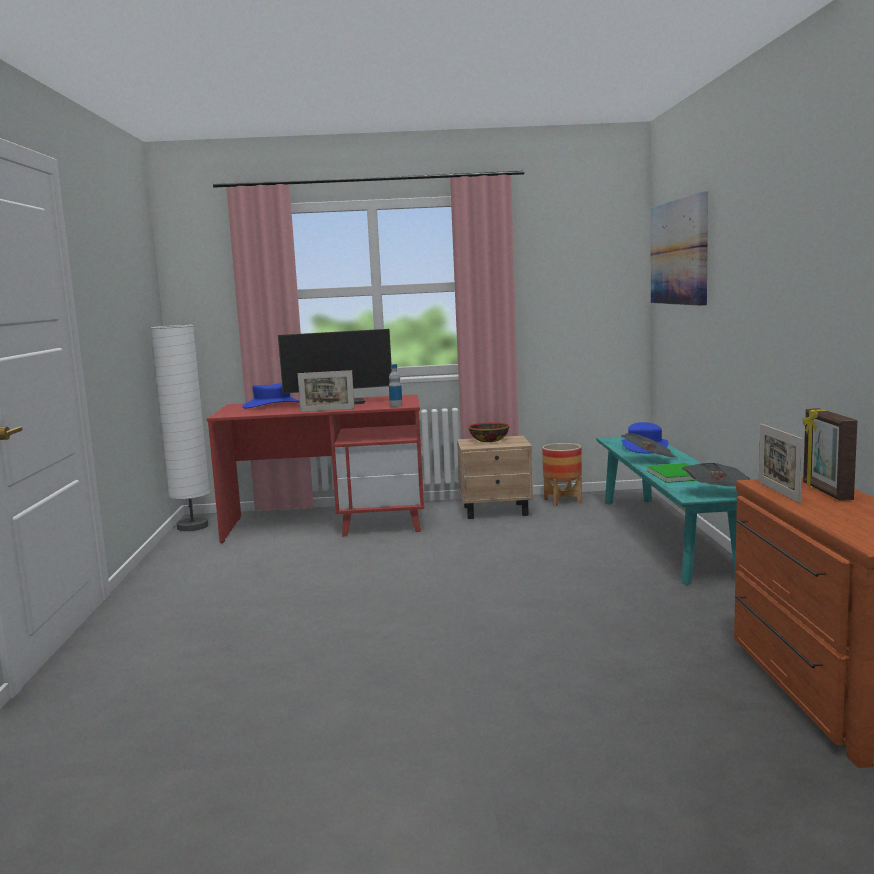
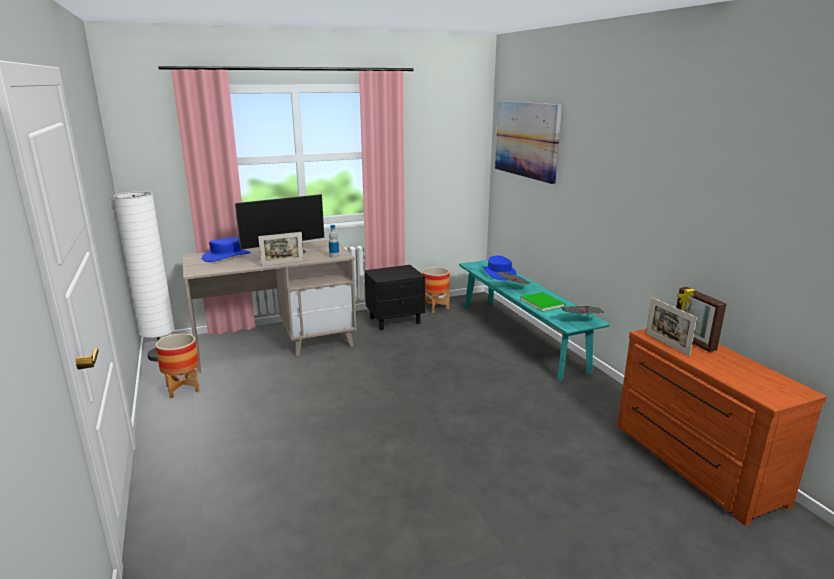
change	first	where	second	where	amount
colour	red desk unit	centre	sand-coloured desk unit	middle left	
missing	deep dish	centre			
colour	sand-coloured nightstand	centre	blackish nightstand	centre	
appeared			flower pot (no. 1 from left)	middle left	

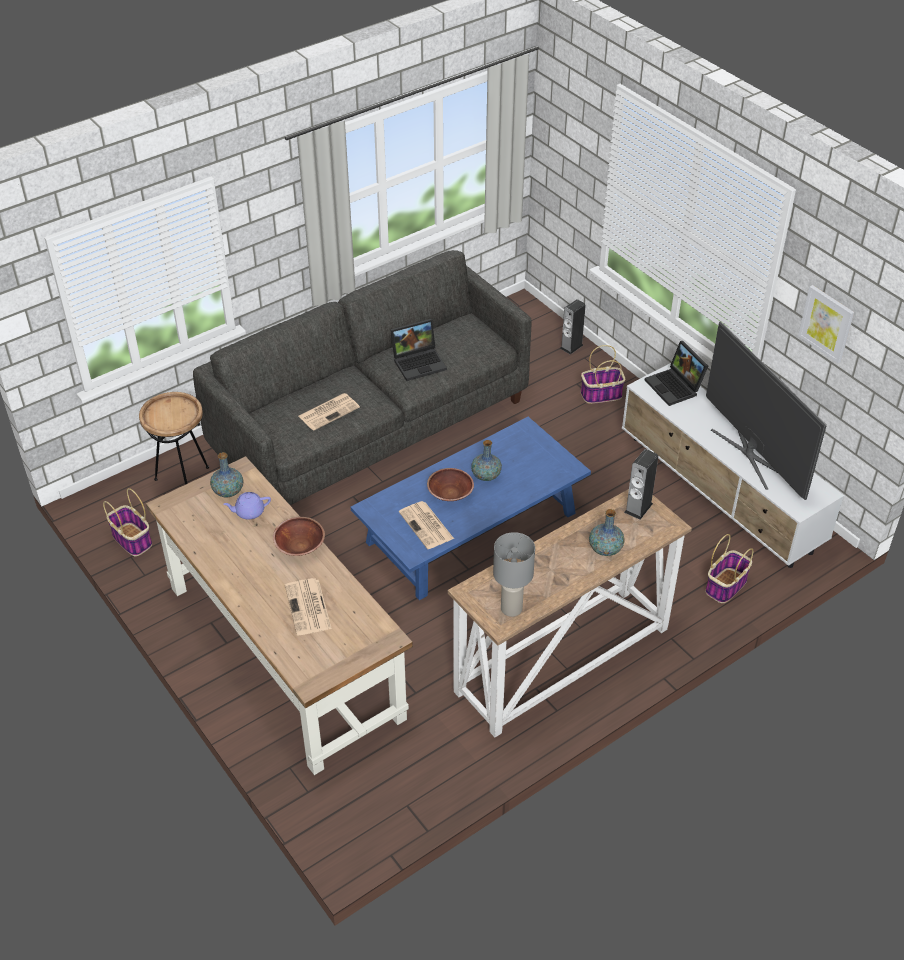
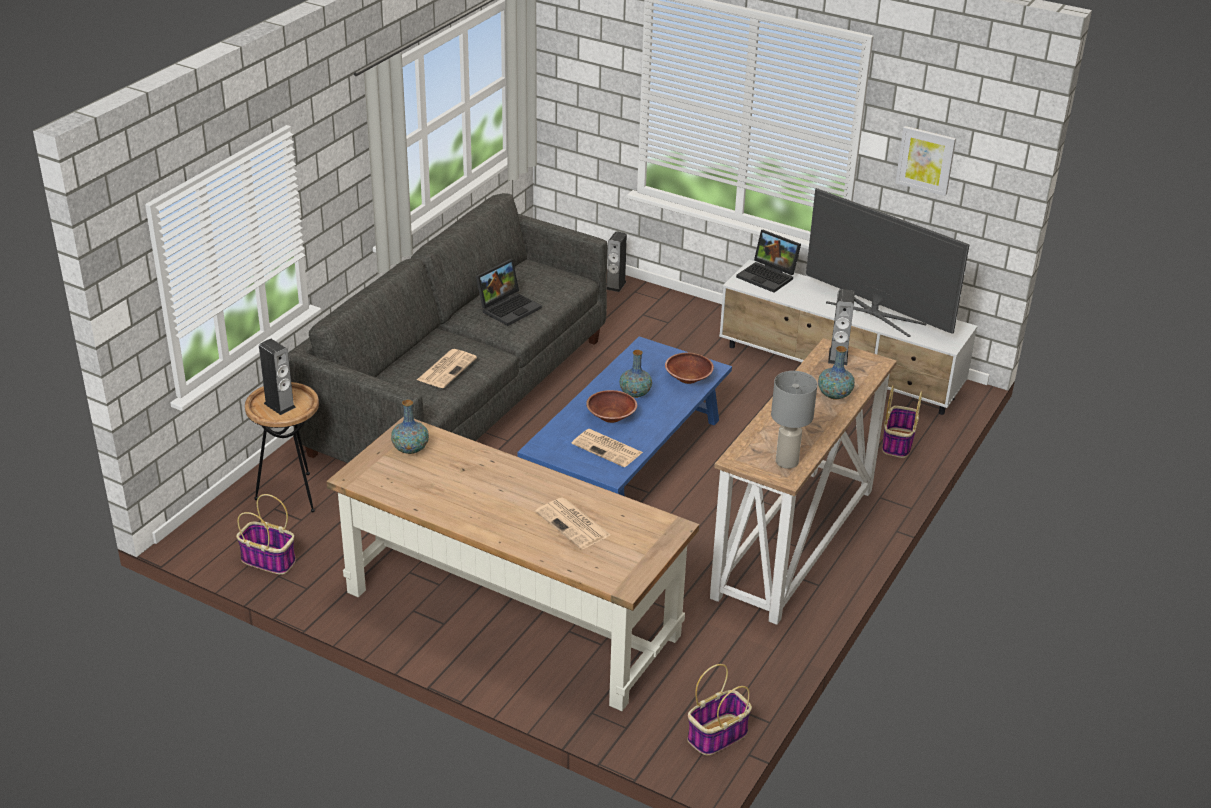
change	first	where	second	where	amount
relocated	household basket (no. 2 from left)	centre		bottom centre	
missing	purple tea pot	middle left			
relocated	brownish deep dish (no. 1 from left in the first image)	middle left	brownish deep dish (no. 2 from left)	centre	
appeared			loudspeaker (no. 1 from left)	middle left	

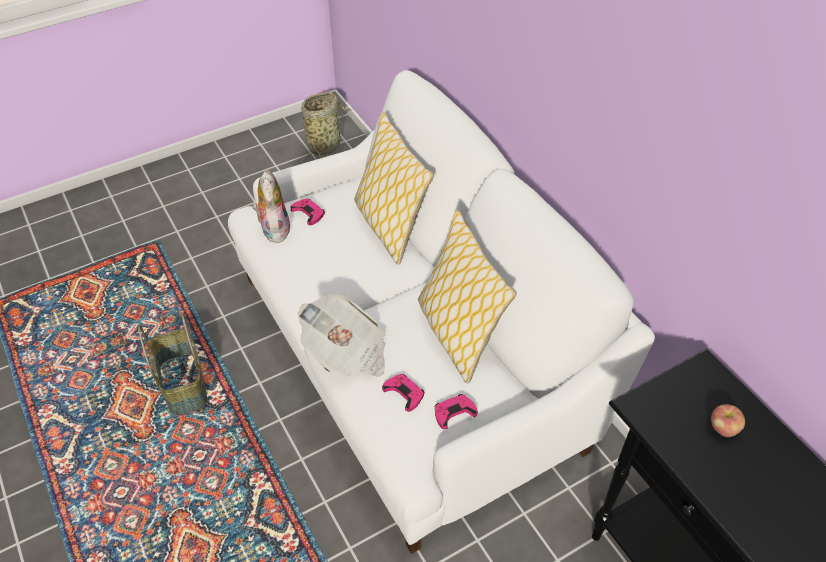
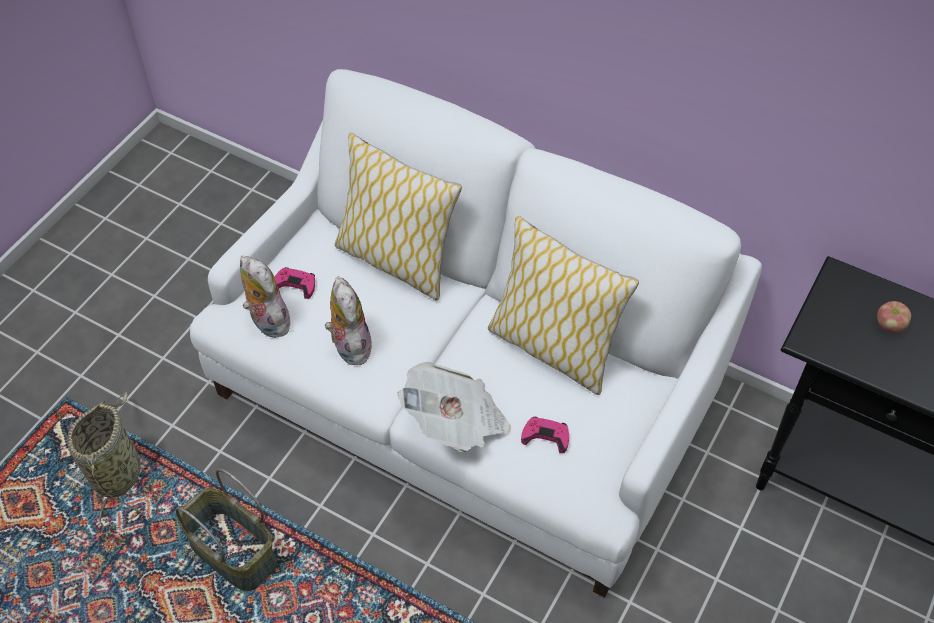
change	first	where	second	where	amount
relocated	household basket (no. 2 from left in the first image)	top centre	household basket (no. 1 from left)	bottom left	
missing	pinkish game controller (no. 3 from left)	bottom centre			
appeared			plush toy (no. 2 from left)	centre	

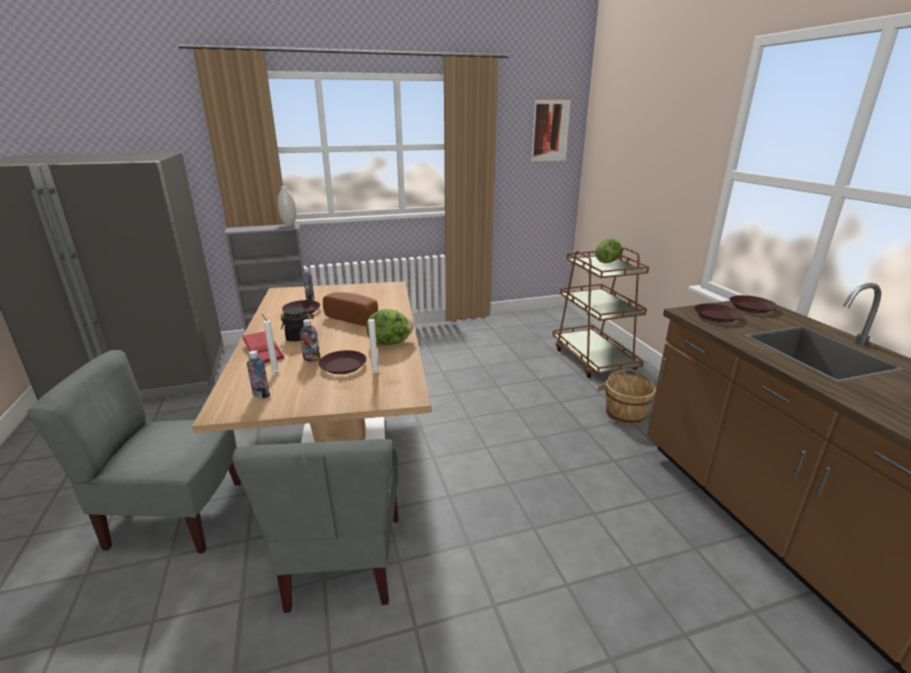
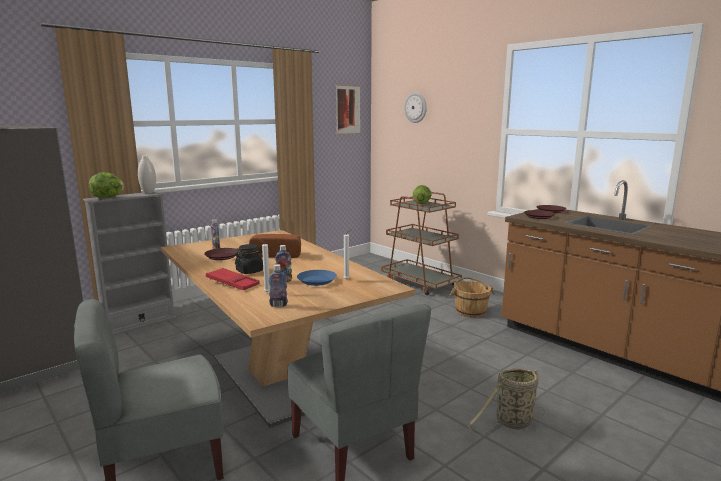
change	first	where	second	where	amount
relocated	lettuce head (no. 1 from left)	centre		middle left	
colour	brownish flat dish (no. 2 from left)	centre	blue-coloured flat dish	centre	
appeared			wall clock	top centre	
appeared			household basket	bottom right	

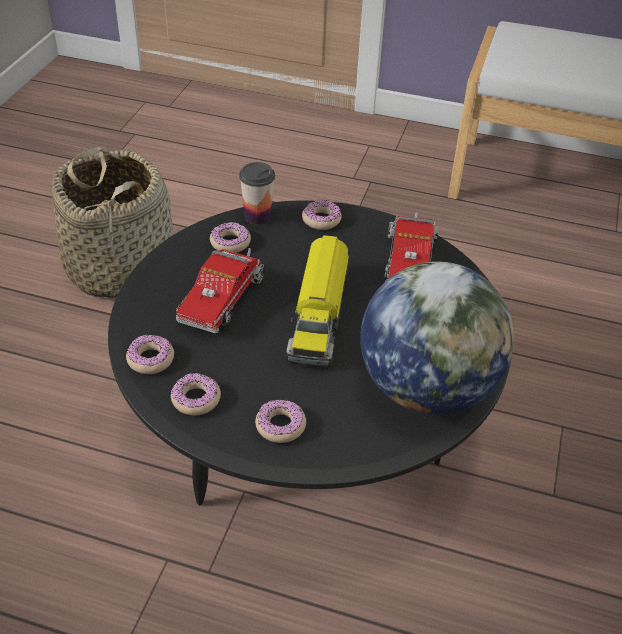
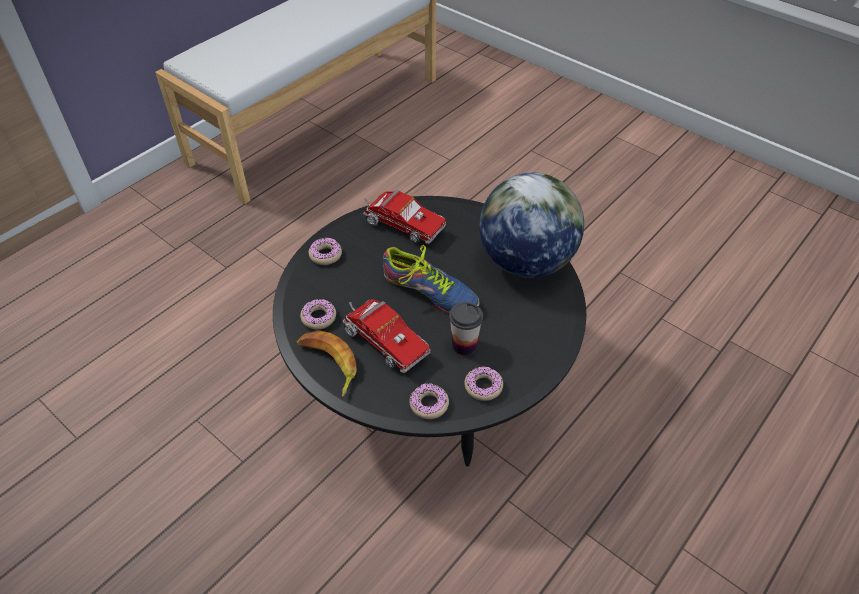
change	first	where	second	where	amount
missing	household basket	middle left			
relocated	drinking cup	top centre		centre	
exchanged	toy truck (no. 2 from left)	centre	item of footwear	centre	
missing	doughnut (no. 4 from left)	centre			
appeared			whole banana	centre	

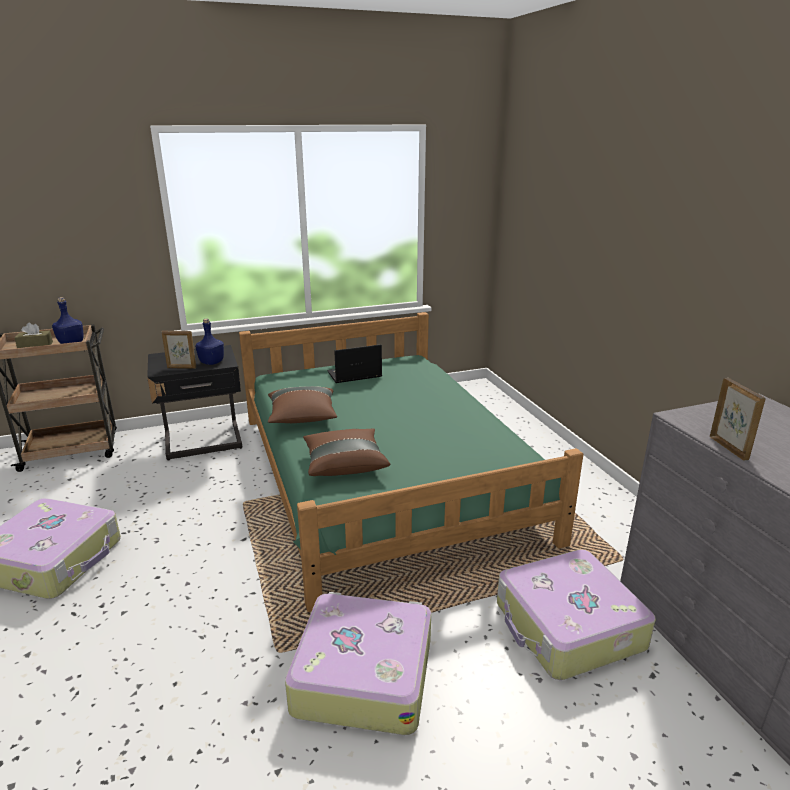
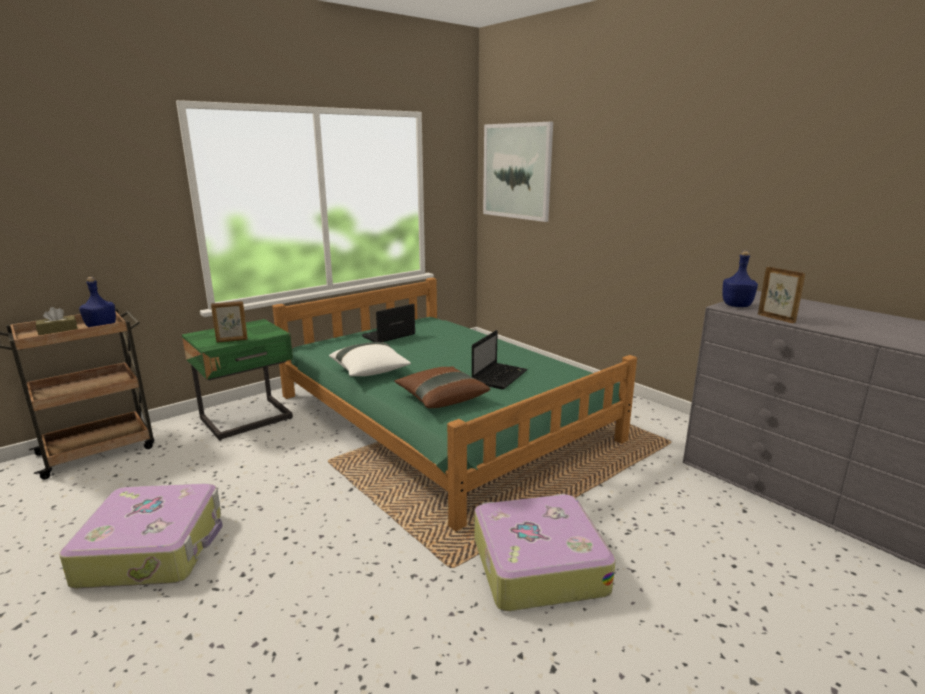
change	first	where	second	where	amount
relocated	blue-coloured bottle (no. 2 from left)	middle left		middle right	
colour	blackish nightstand	middle left	green-coloured nightstand	middle left	
colour	brownish cushion (no. 1 from left)	centre	white cushion	centre	
missing	travel case (no. 3 from left)	bottom right			
appeared			picture	top centre	
appeared			portable computer (no. 2 from left)	centre	

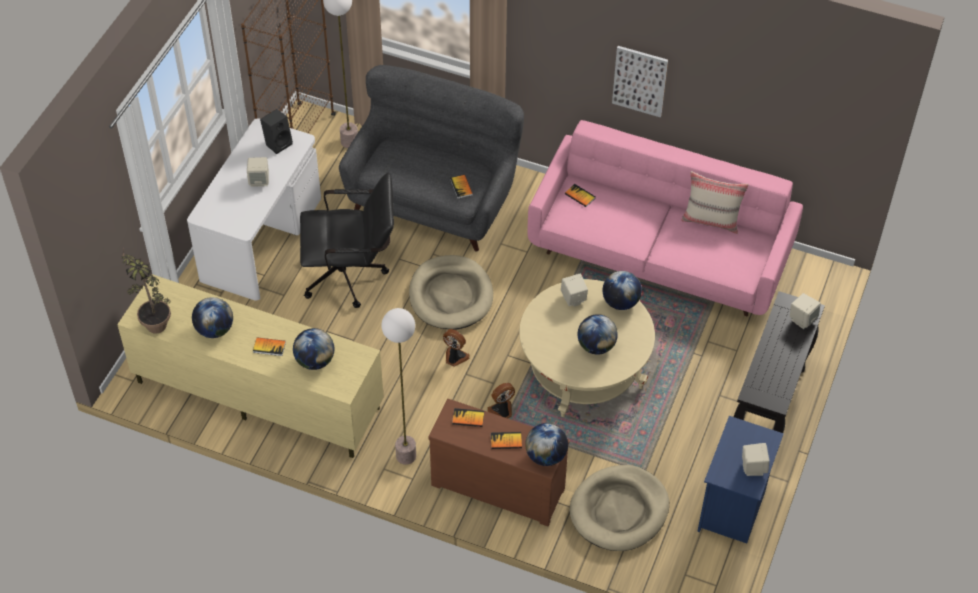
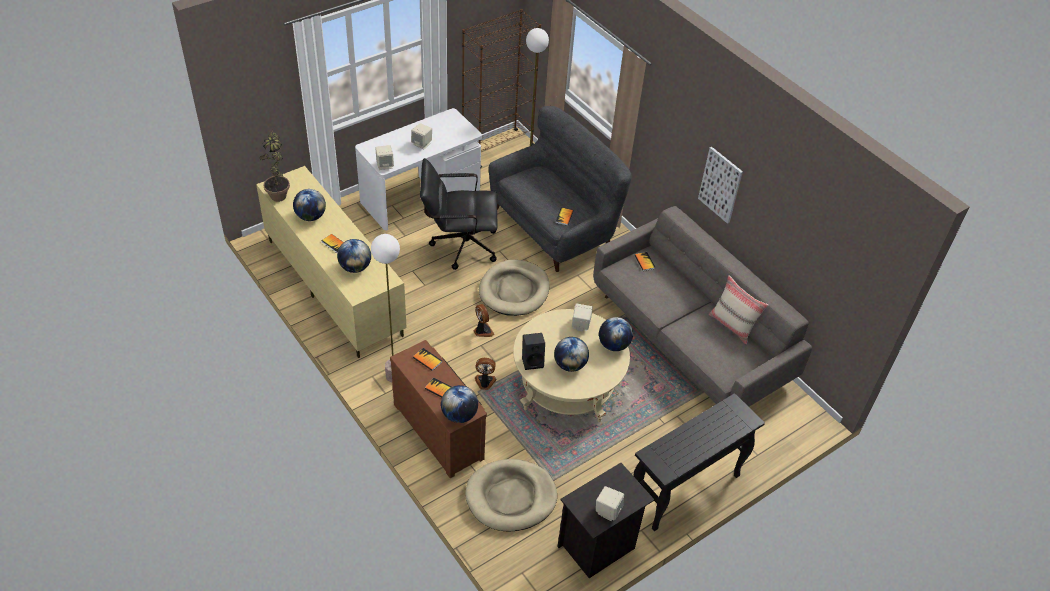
change	first	where	second	where	amount
relocated	blackish loudspeaker	top left		centre	
colour	pinkish settee	middle right	grey settee (no. 2 from left)	middle right	
spun	blackish office chair	centre		centre	150 degrees clockwise
relocated	sand-coloured loudspeaker (no. 4 from left in the first image)	middle right	sand-coloured loudspeaker (no. 1 from left)	top centre	
colour	blue-coloured nightstand	bottom right	blackish nightstand	bottom centre	

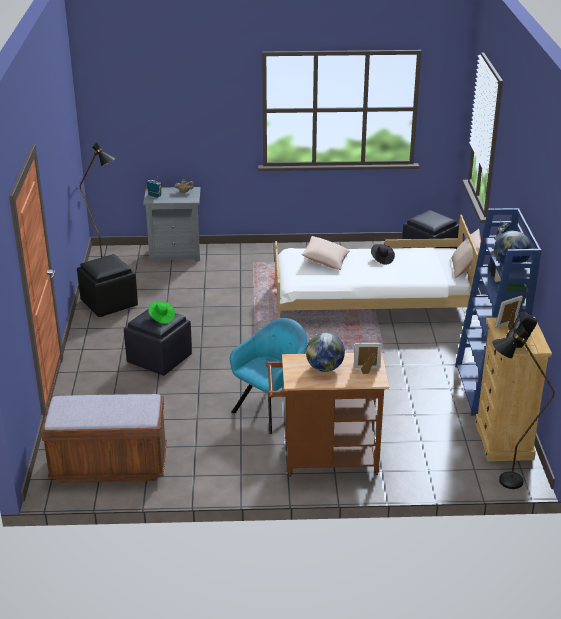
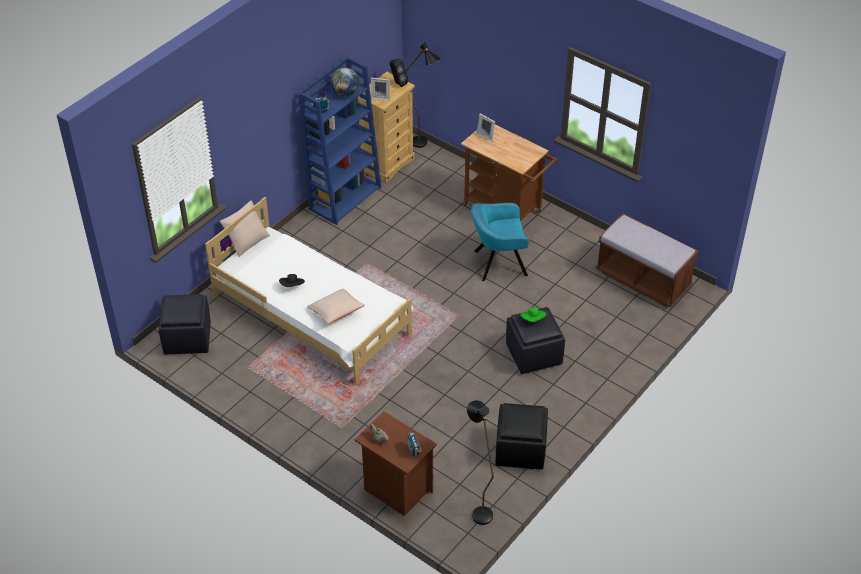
change	first	where	second	where	amount
colour	grey nightstand	middle left	brownish nightstand	bottom centre	
missing	desk globe (no. 1 from left)	centre			

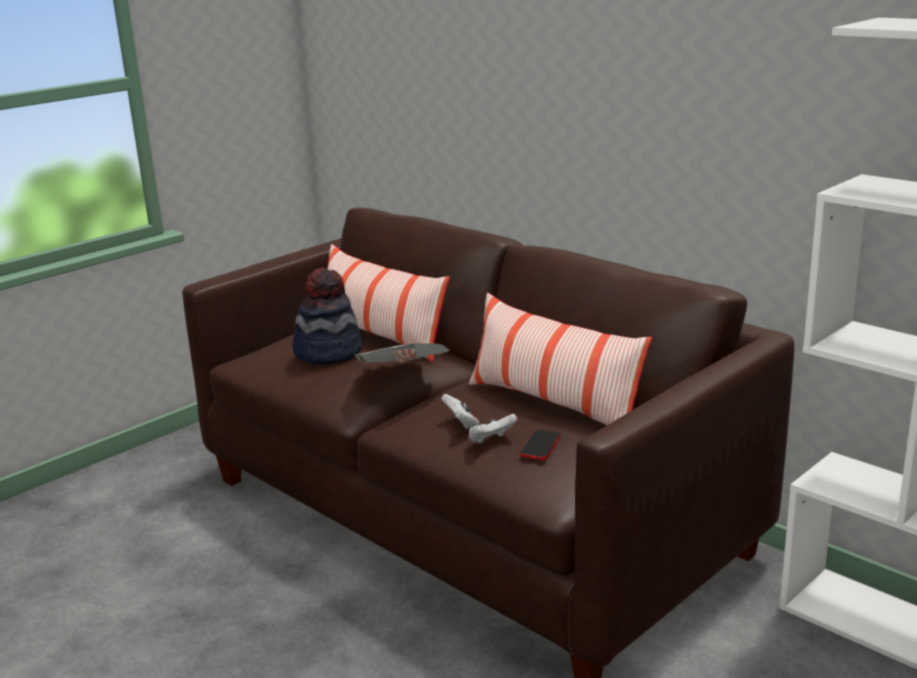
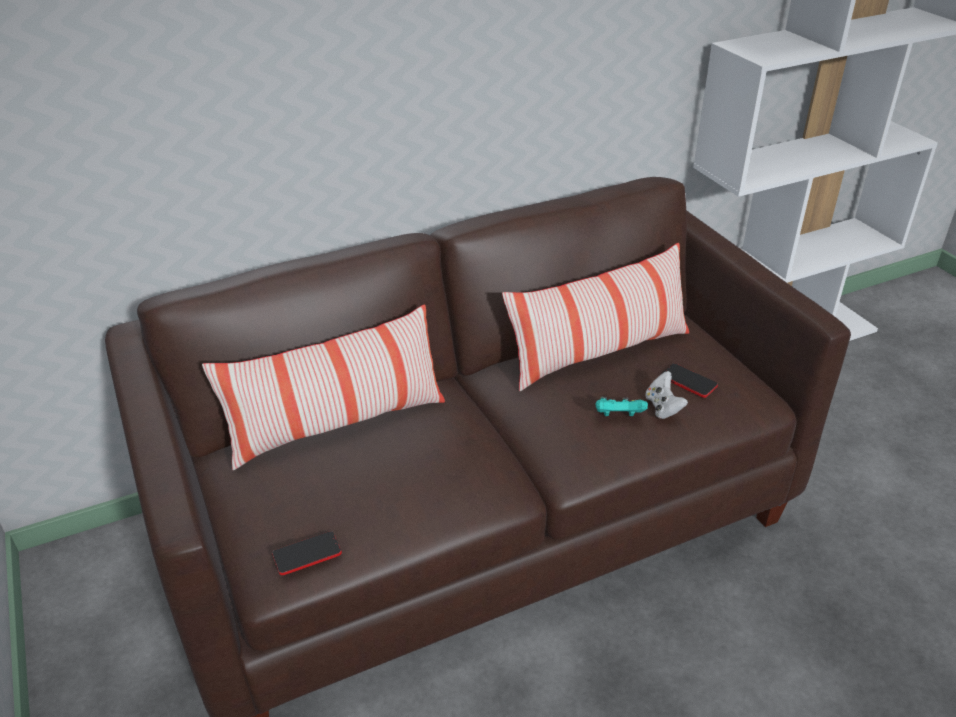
change	first	where	second	where	amount
missing	clothing hat	centre			
missing	newspaper	centre			
colour	white game controller (no. 1 from left)	centre	blue-green game controller	centre	
appeared			telephone (no. 1 from left)	bottom left	

